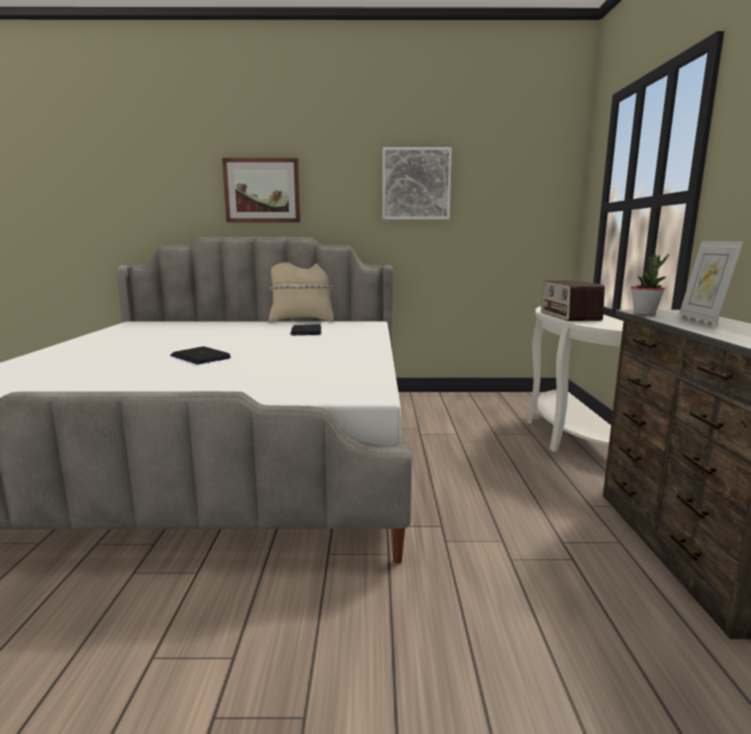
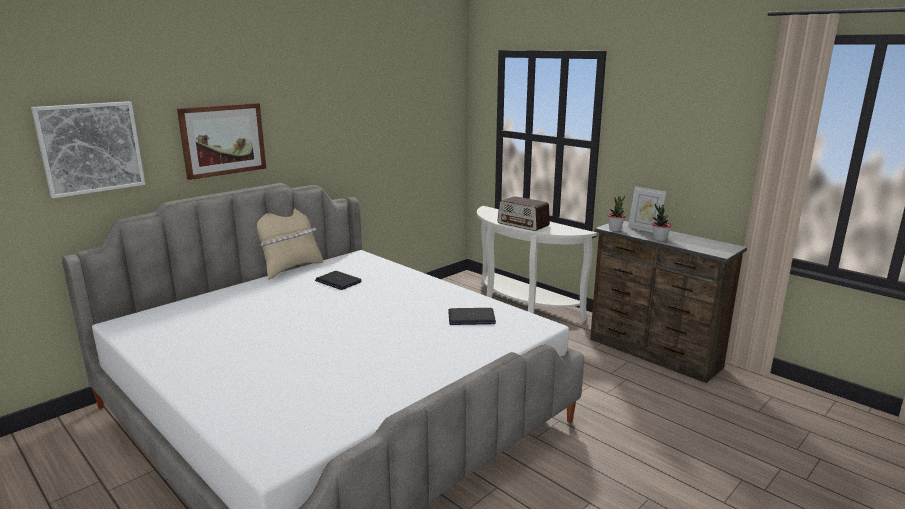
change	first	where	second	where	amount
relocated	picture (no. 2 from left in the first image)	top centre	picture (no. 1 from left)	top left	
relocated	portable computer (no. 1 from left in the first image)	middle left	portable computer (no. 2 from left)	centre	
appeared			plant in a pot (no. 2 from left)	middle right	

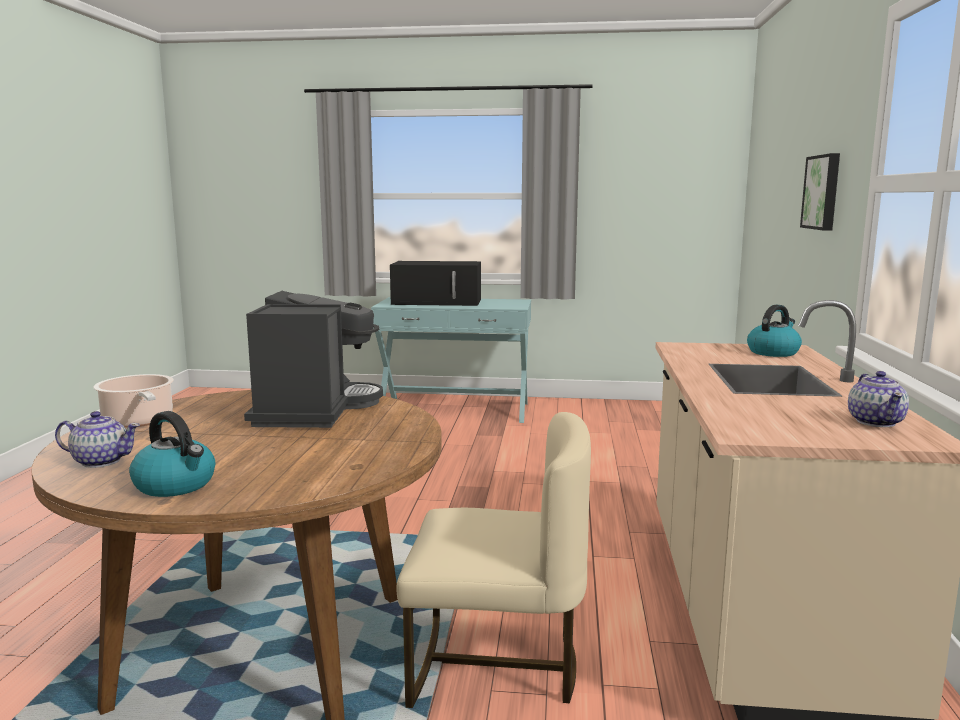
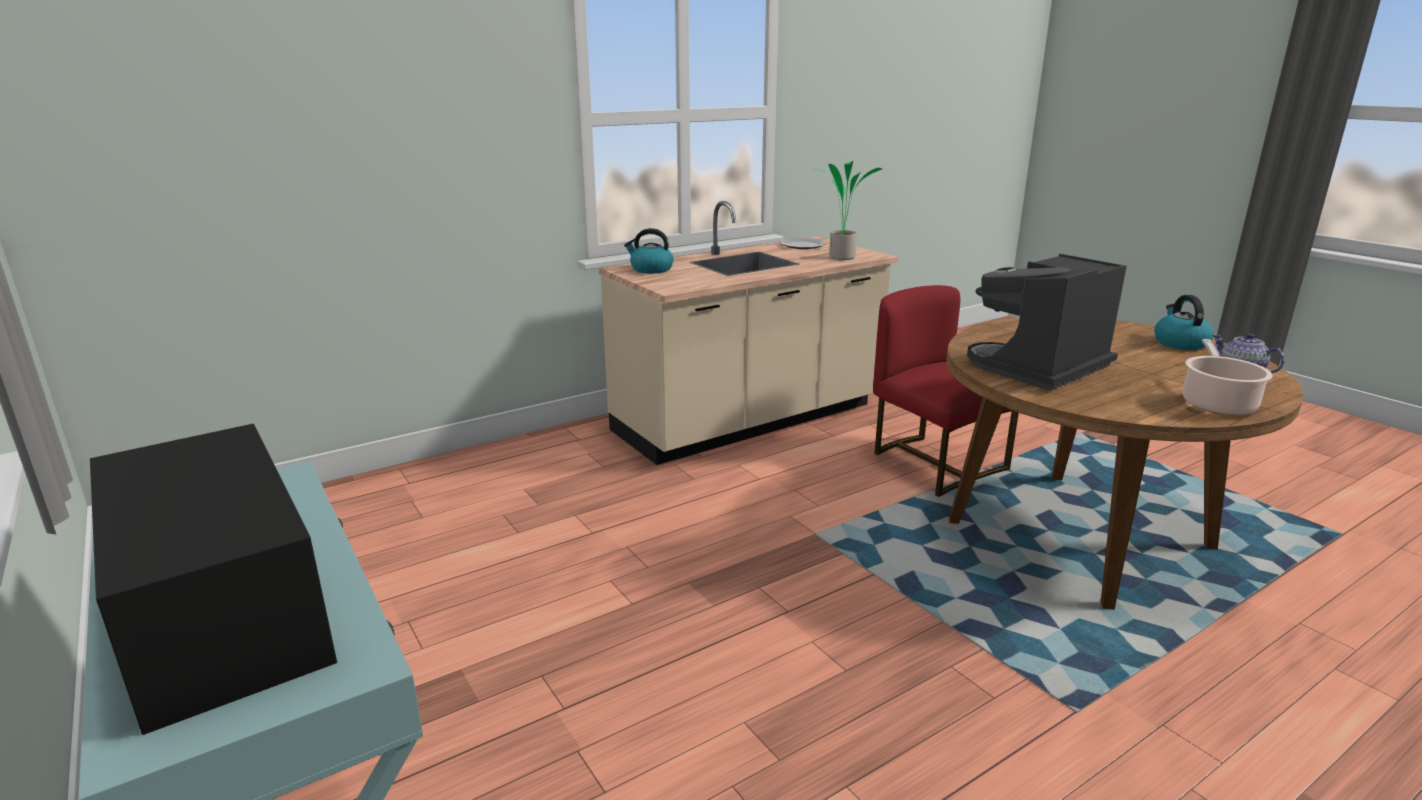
change	first	where	second	where	amount
missing	picture	top right			
exchanged	tea pot (no. 2 from left)	middle right	flat dish	top centre	
colour	sand-coloured upright chair	bottom centre	red upright chair	centre	
appeared			plant in a pot	top centre	

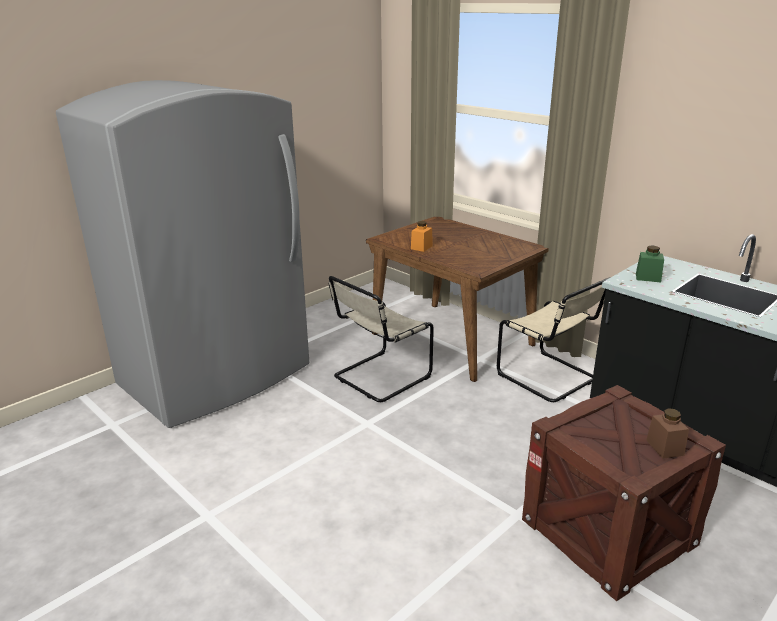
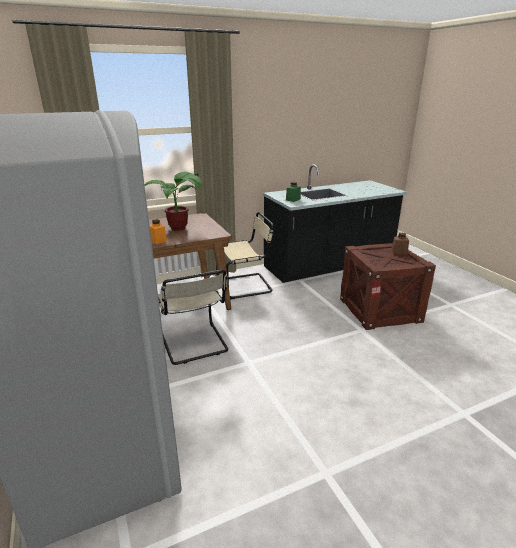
change	first	where	second	where	amount
appeared			plant in a pot	centre	

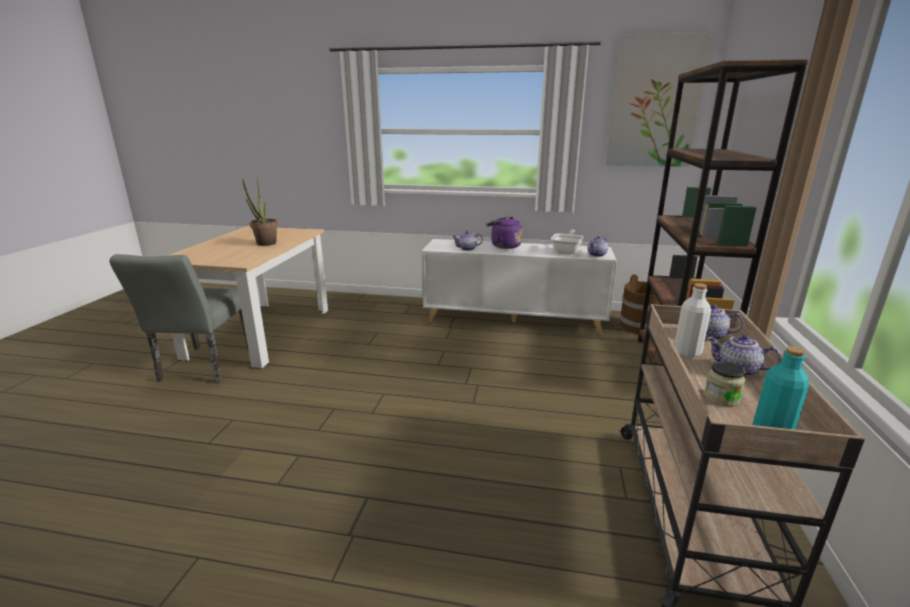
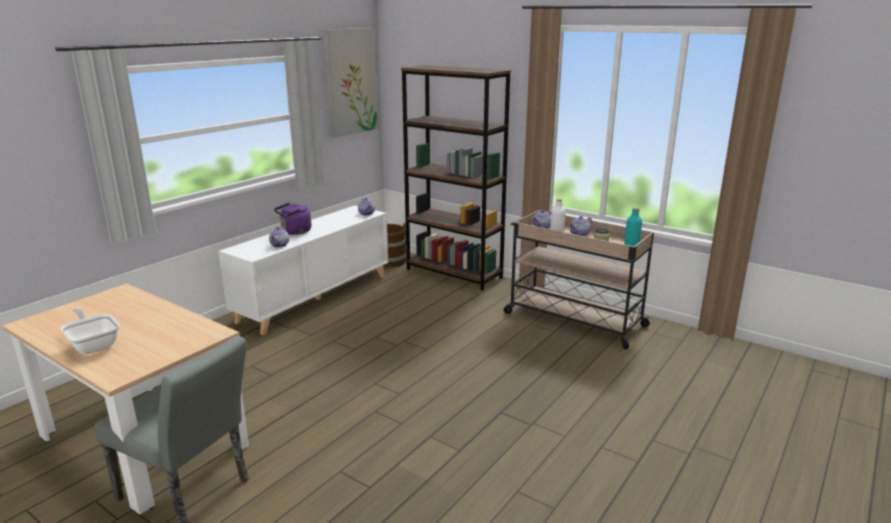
change	first	where	second	where	amount
missing	plant in a pot	middle left			
relocated	pan	centre		middle left	

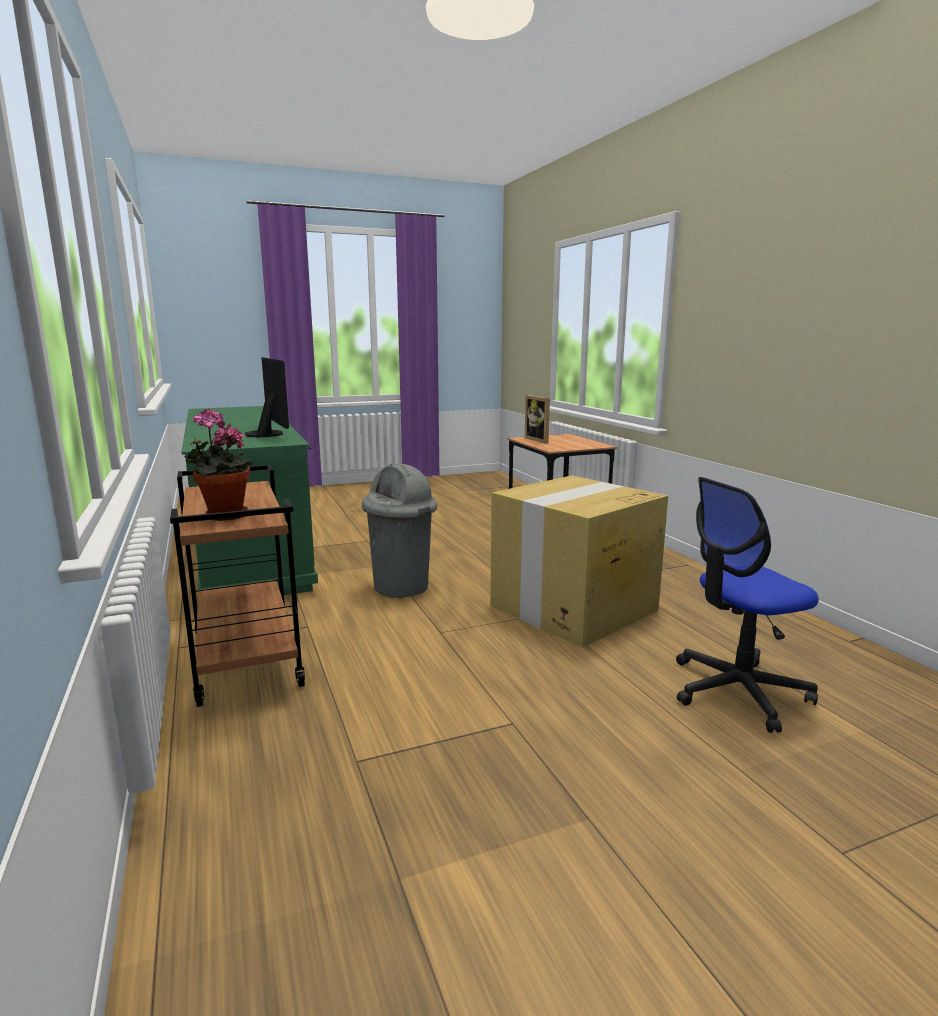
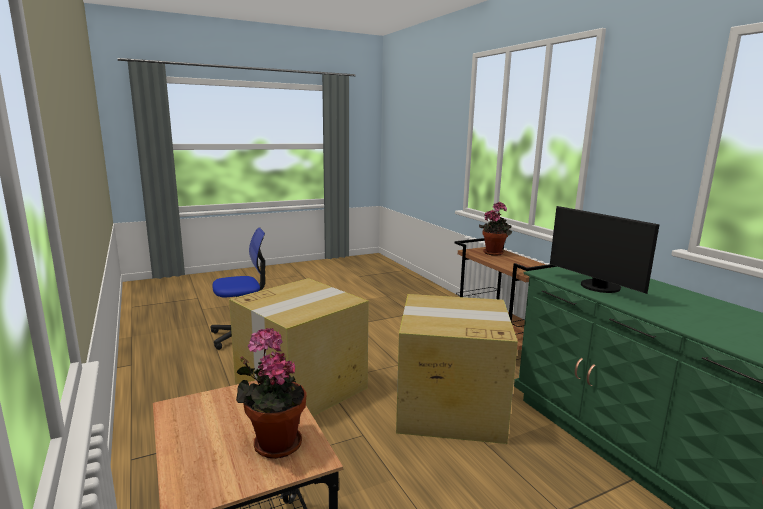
change	first	where	second	where	amount
exchanged	standing frame	centre	plant in a pot (no. 1 from left)	bottom centre	
exchanged	grey trash can	centre	packing box (no. 2 from left)	bottom centre	

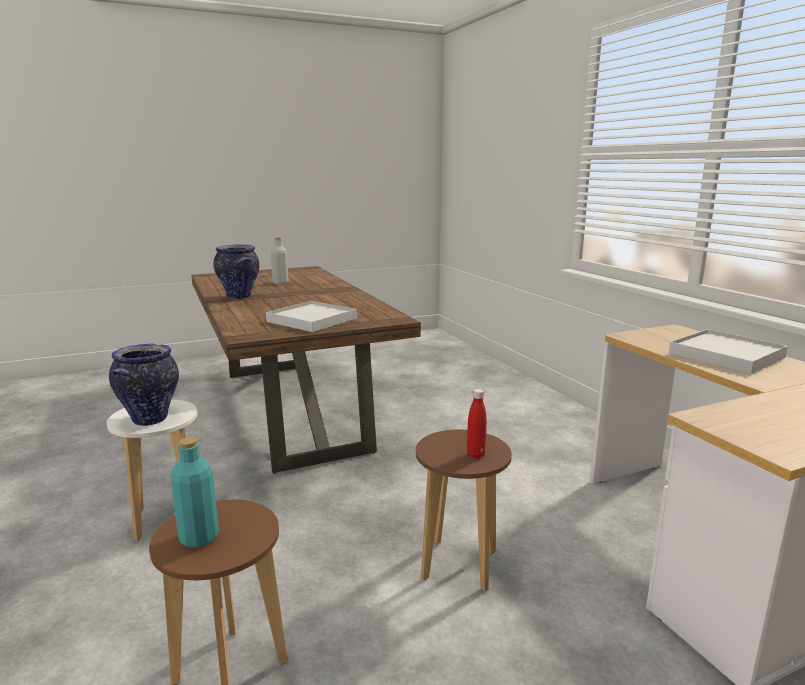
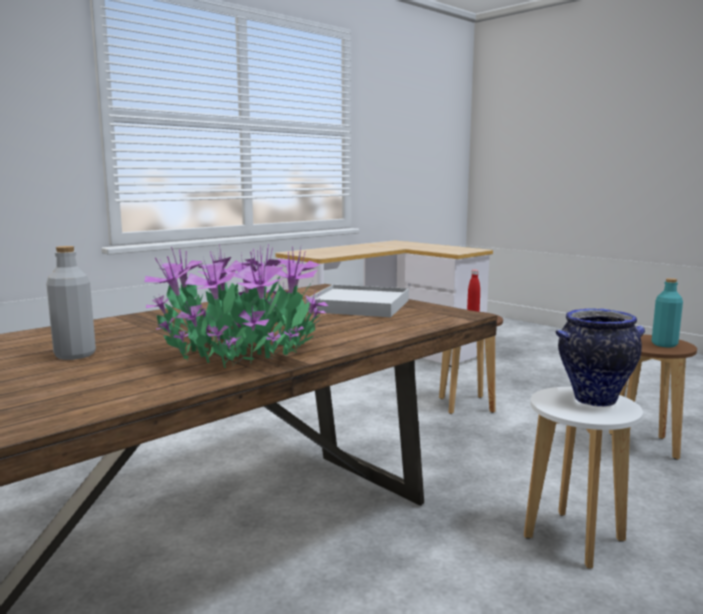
change	first	where	second	where	amount
exchanged	flower vase (no. 2 from left)	middle left	plant in a pot	centre	
missing	white tray (no. 2 from left)	middle right			

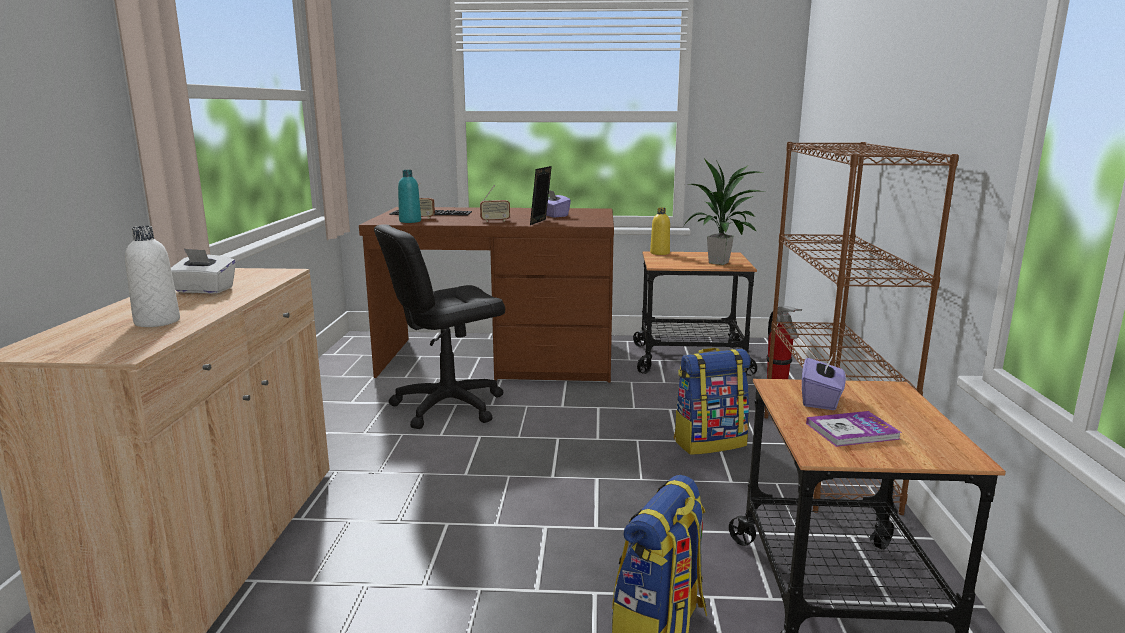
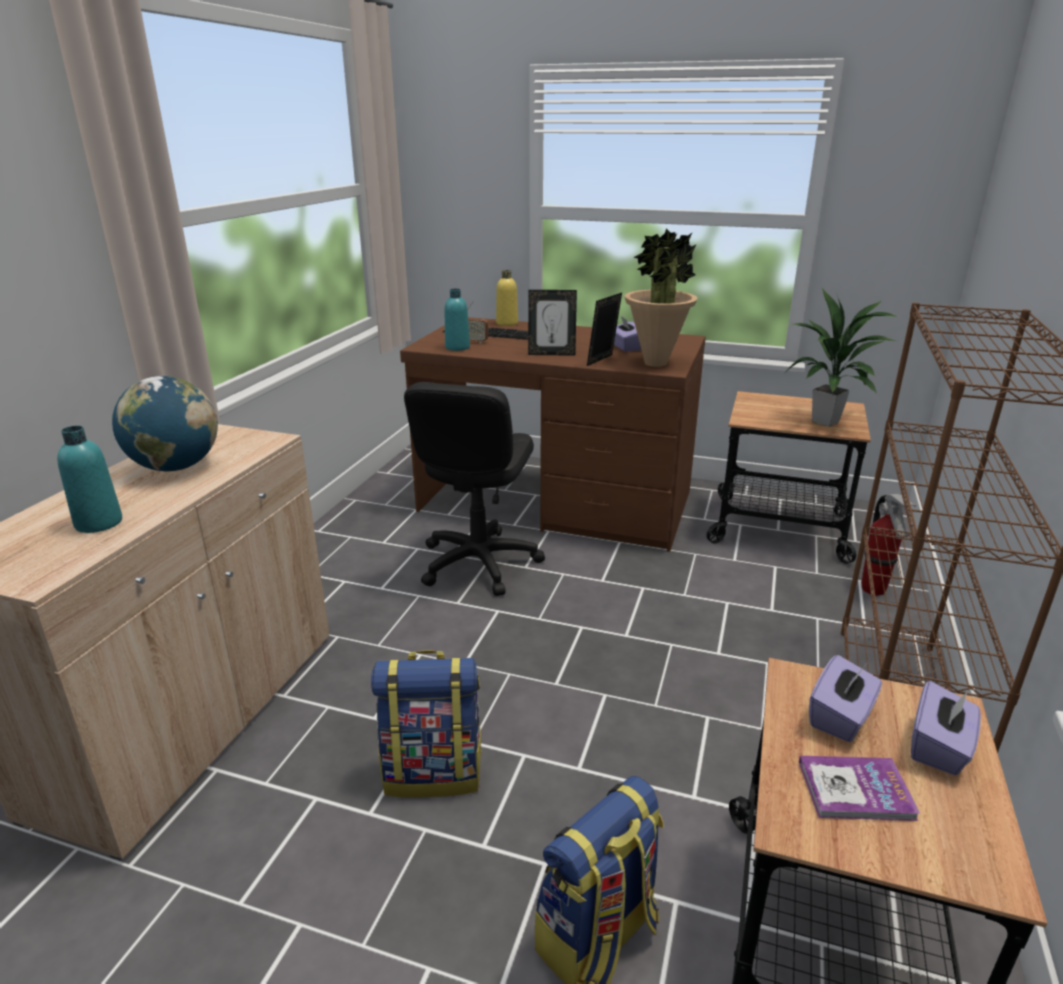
change	first	where	second	where	amount
exchanged	radio set (no. 2 from left)	top centre	standing frame (no. 1 from left)	top centre	
relocated	yellow bottle	centre		top centre	
spun	blackish office chair	centre		centre	60 degrees counterclockwise
colour	white bottle	middle left	blue-green bottle (no. 1 from left)	middle left	
exchanged	white box of tissues	middle left	desk globe	middle left	
relocated	rucksack (no. 2 from left in the first image)	centre	rucksack (no. 1 from left)	bottom centre	
appeared			plant in a pot (no. 1 from left)	top centre	
appeared			purple box of tissues (no. 3 from left)	bottom right	

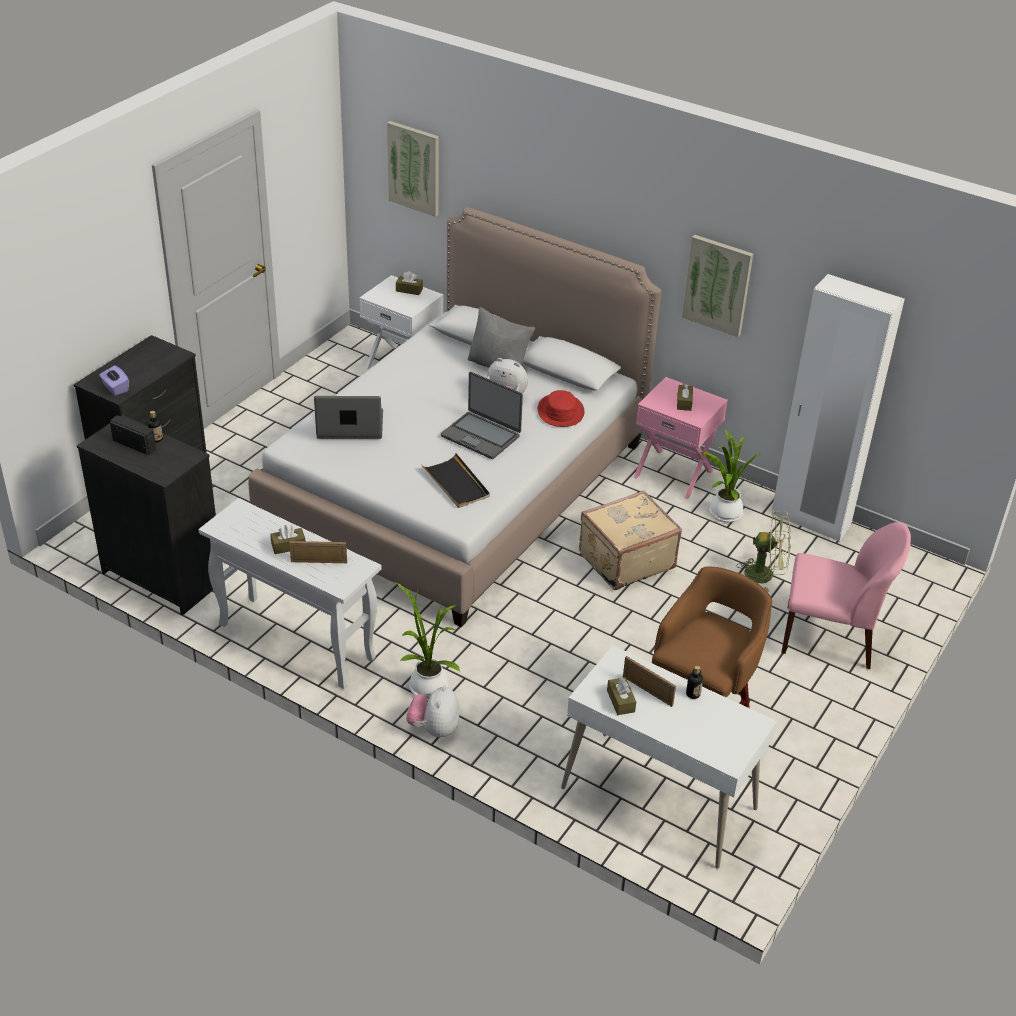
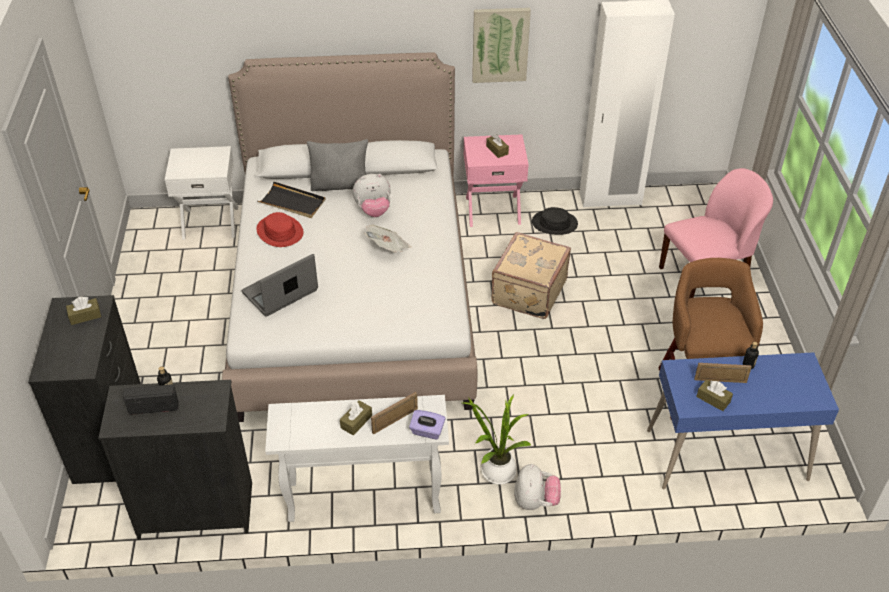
change	first	where	second	where	amount
missing	picture (no. 1 from left)	top centre			
relocated	brownish box of tissues (no. 2 from left in the first image)	top centre	brownish box of tissues (no. 1 from left)	middle left	
relocated	purple box of tissues	middle left		bottom centre	
exchanged	portable computer (no. 2 from left)	centre	newspaper	centre	
relocated	red clothing hat	centre		middle left	
exchanged	plant in a pot (no. 2 from left)	middle right	blackish clothing hat	centre	
relocated	blackish tray	centre		middle left	
missing	green-coloured cooling fan	middle right			
colour	white desk unit	bottom centre	blue-coloured desk unit	bottom right	
spun	plush toy (no. 1 from left in the first image)	bottom centre	plush toy (no. 2 from left)	bottom centre	150 degrees counterclockwise

